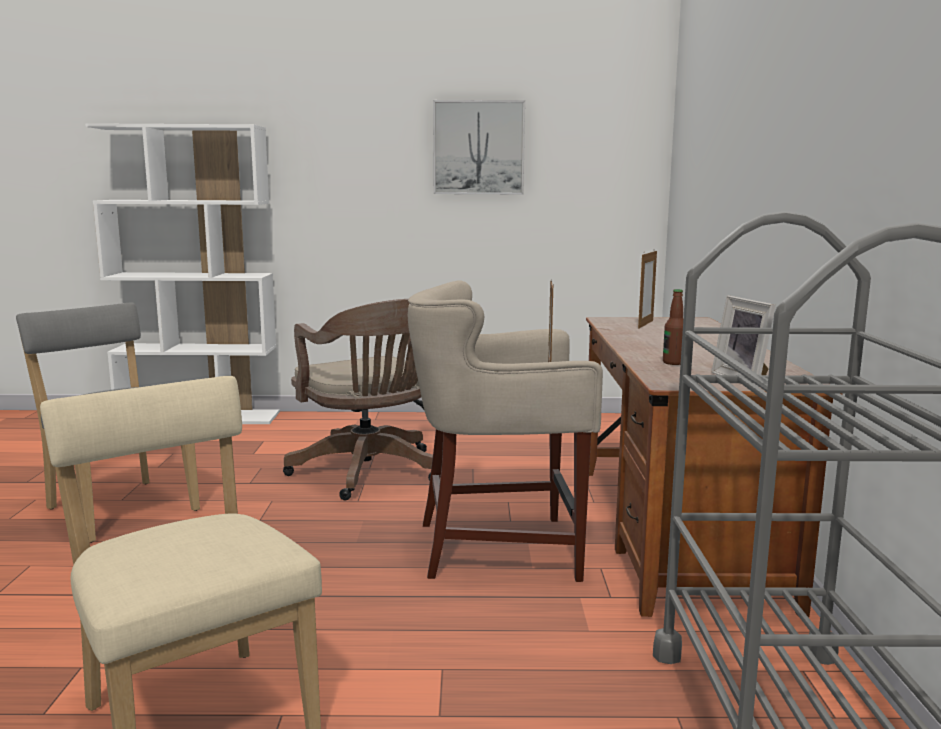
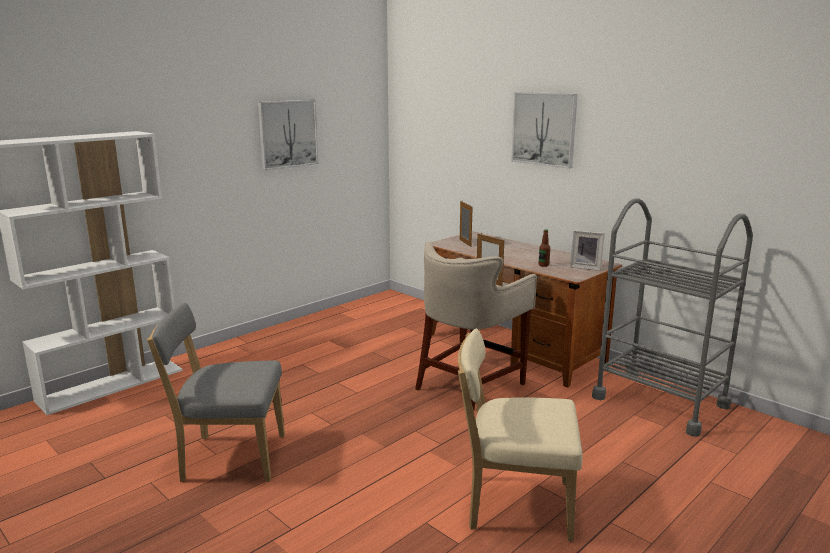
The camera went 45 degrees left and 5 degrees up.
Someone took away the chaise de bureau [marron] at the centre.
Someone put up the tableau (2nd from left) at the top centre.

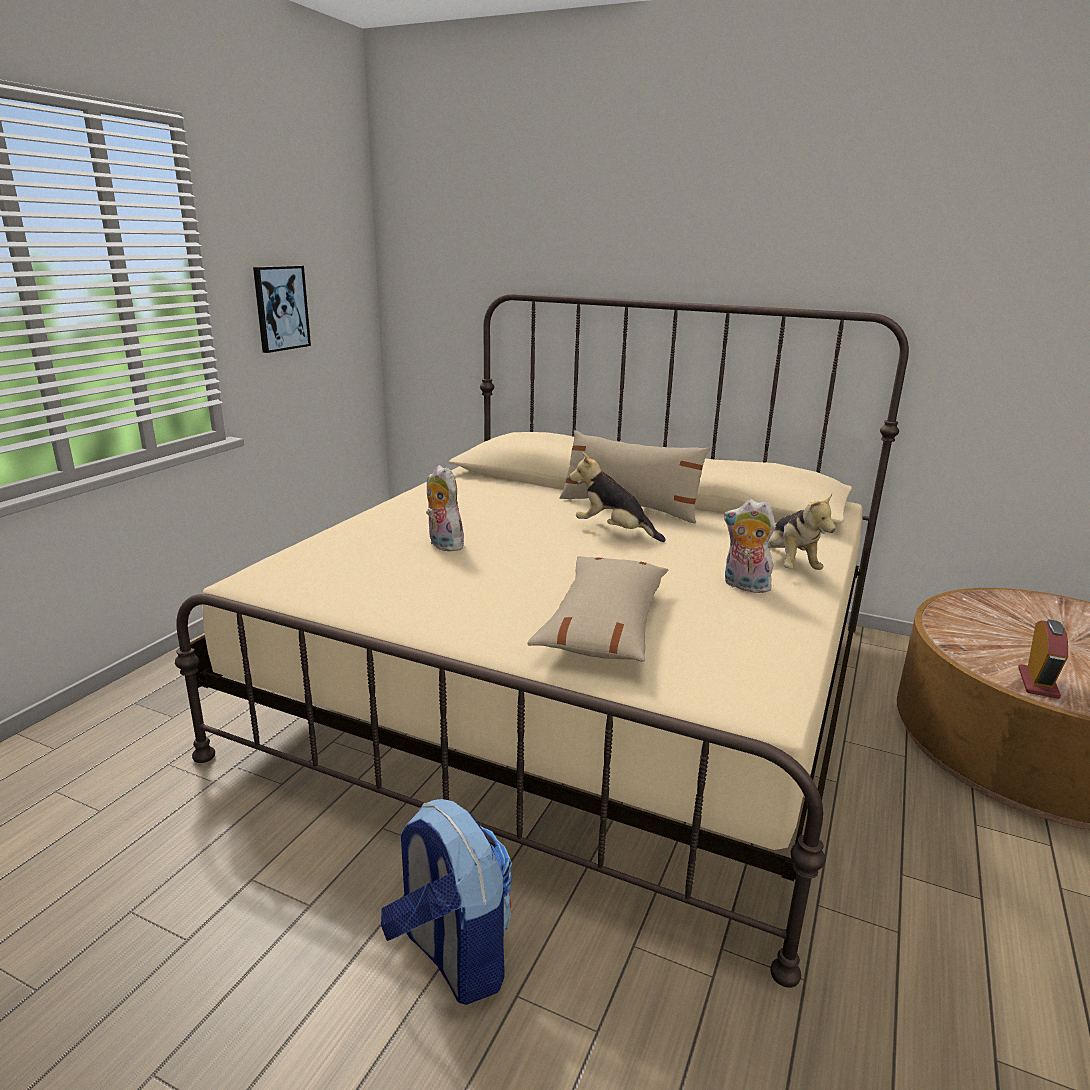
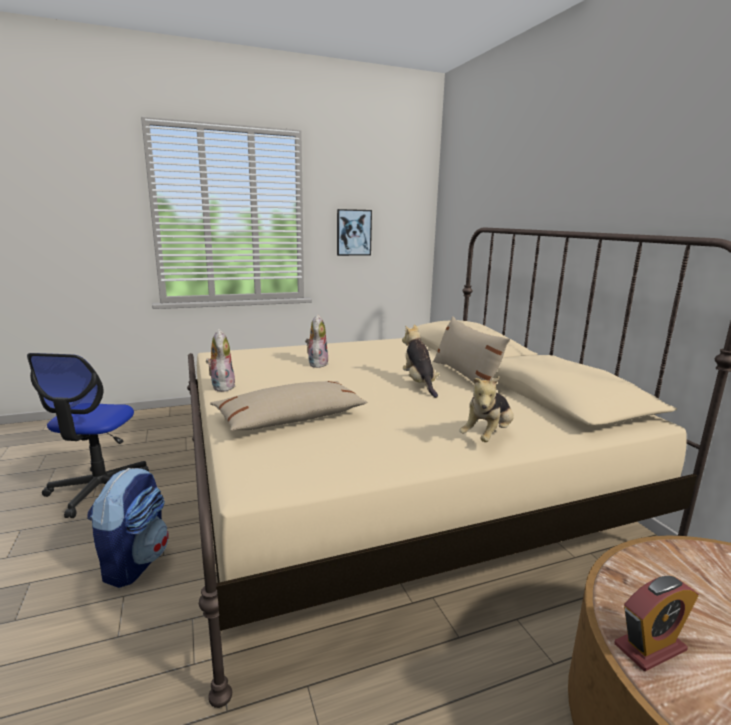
The camera went 45 degrees right and 5 degrees down.
Someone carried the peluche (3rd from left in the first image) from the middle right to the middle left.
Someone put down the chaise de bureau at the middle left.

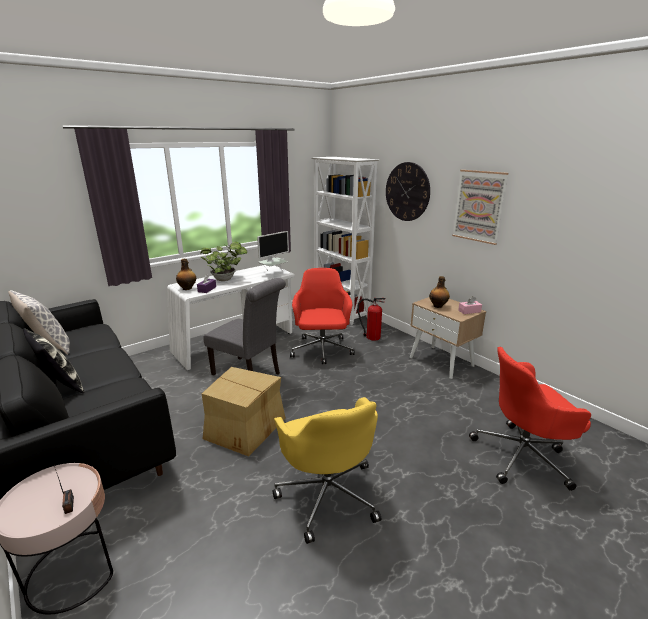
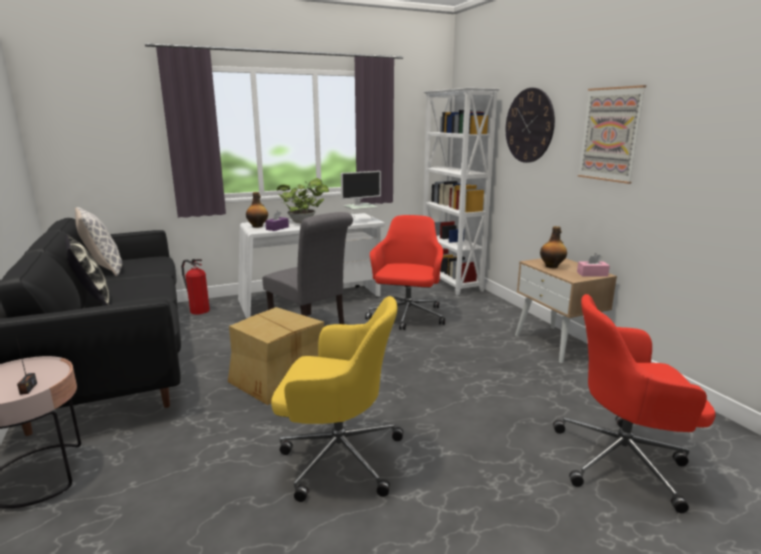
The camera went 15 degrees right and 5 degrees down.
Someone rotated the chaise de bureau [jaune] at the bottom centre by 75 degrees counterclockwise.
Someone carried the extincteur from the centre to the middle left.

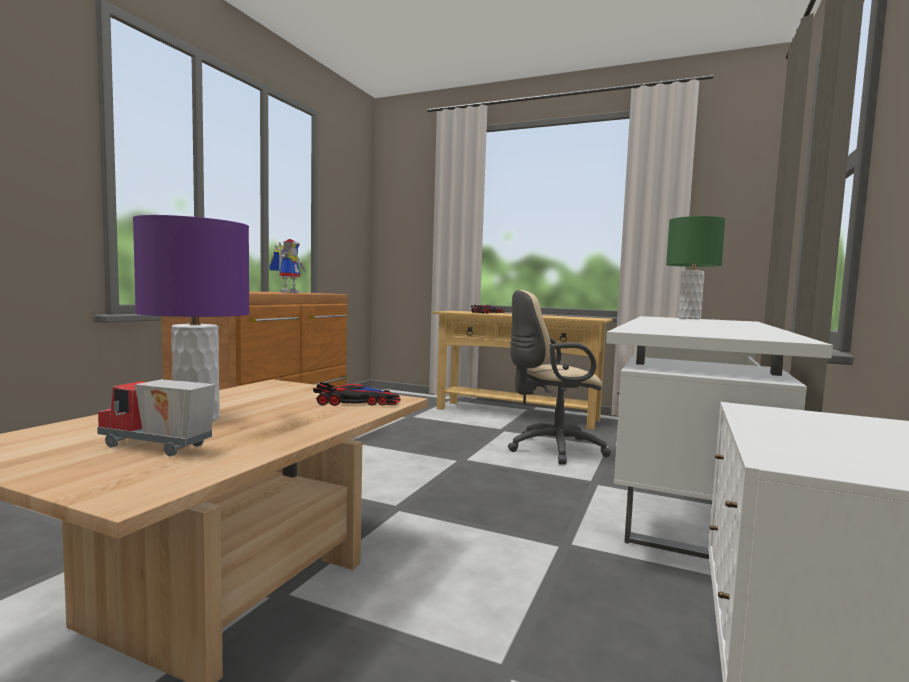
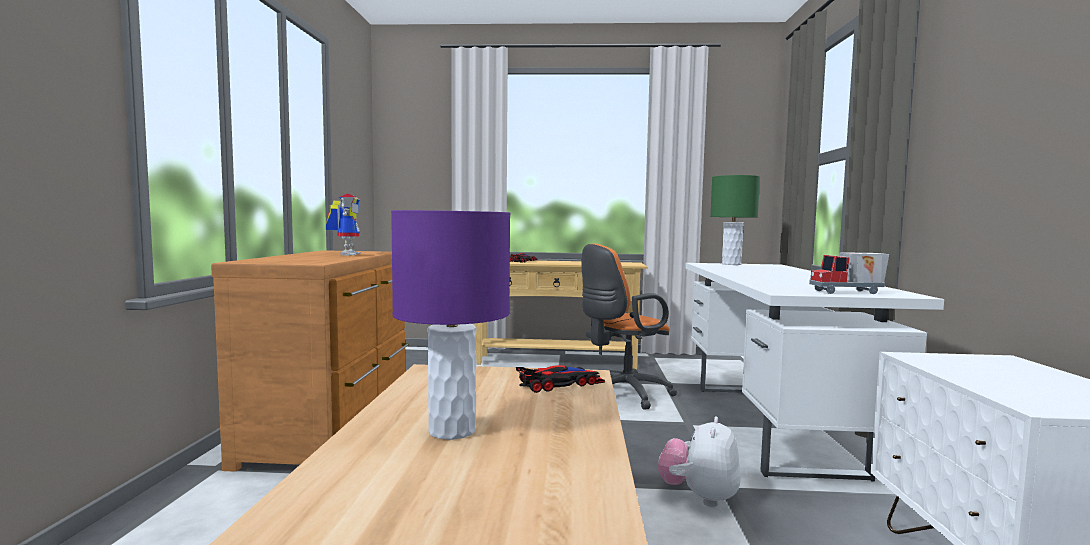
The camera went 20 degrees left and 0 degrees up.
Someone carried the camion jouet from the middle left to the middle right.
Someone repainted the chaise de bureau [beige] at the centre, which became the chaise de bureau [orange] at the centre.
Someone put down the peluche at the bottom centre.

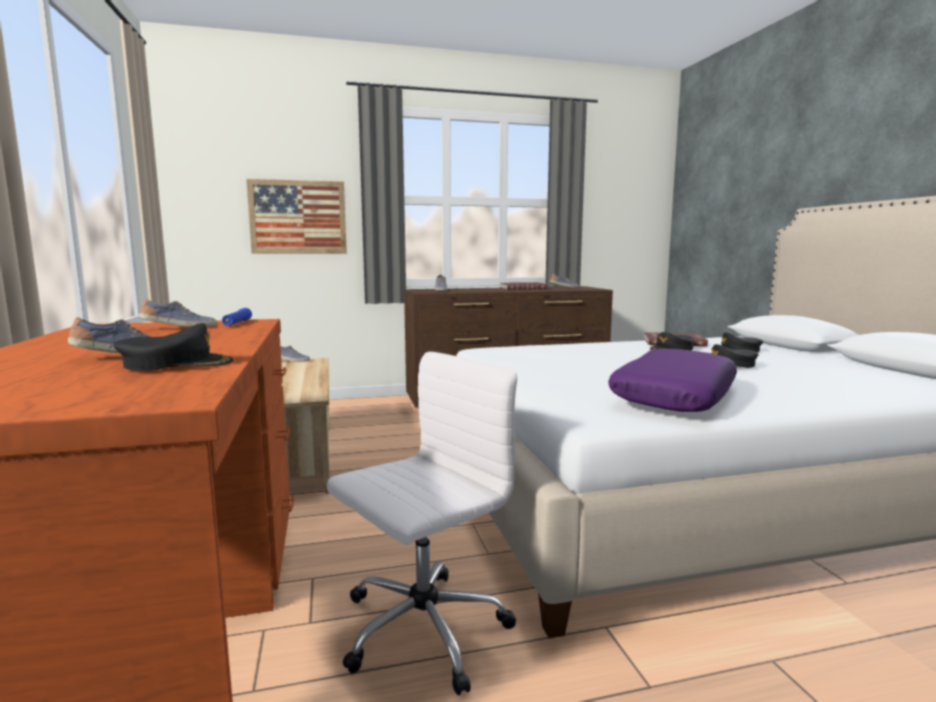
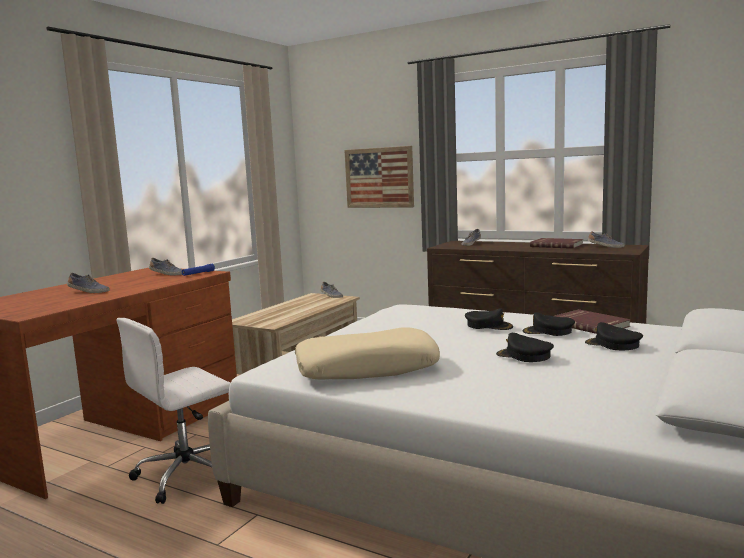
The camera went 45 degrees right and 0 degrees up.
Someone carried the casquette [noir] (1st from left) from the middle left to the centre.
Someone rotated the chaise de bureau [blanc] at the bottom centre by 135 degrees clockwise.
Someone repainted the coussin [violet] at the middle right, which became the coussin [beige] at the centre.

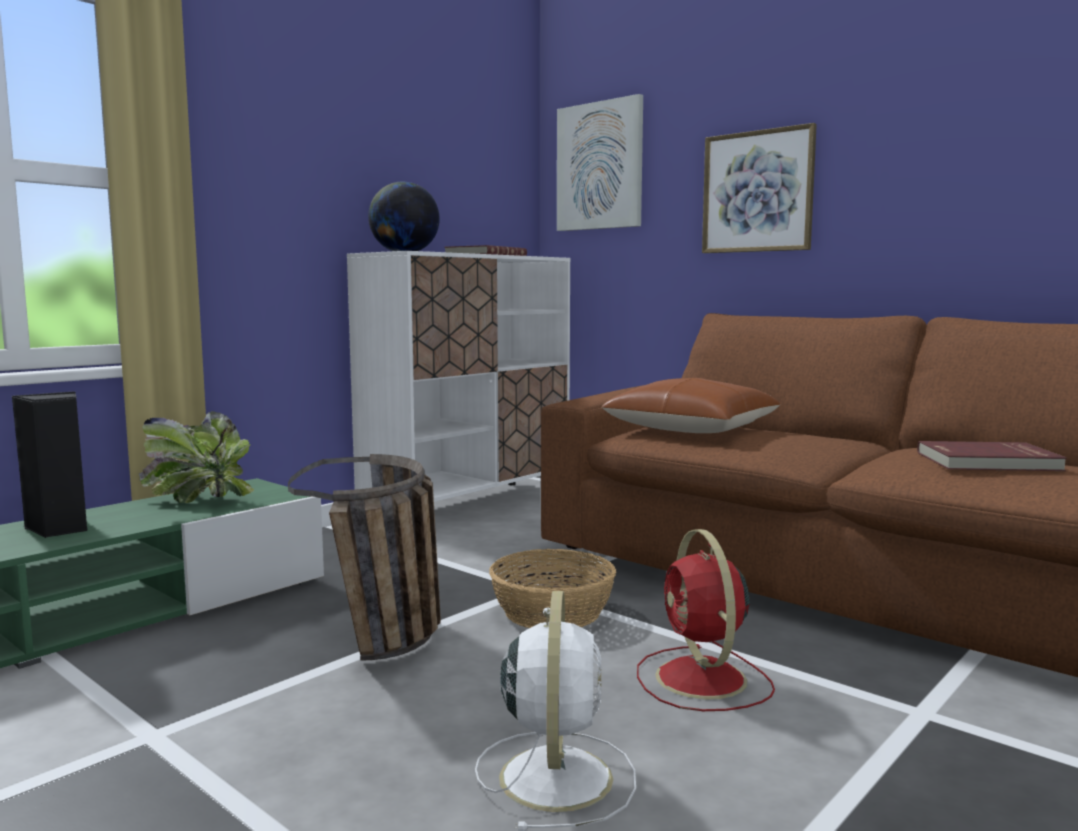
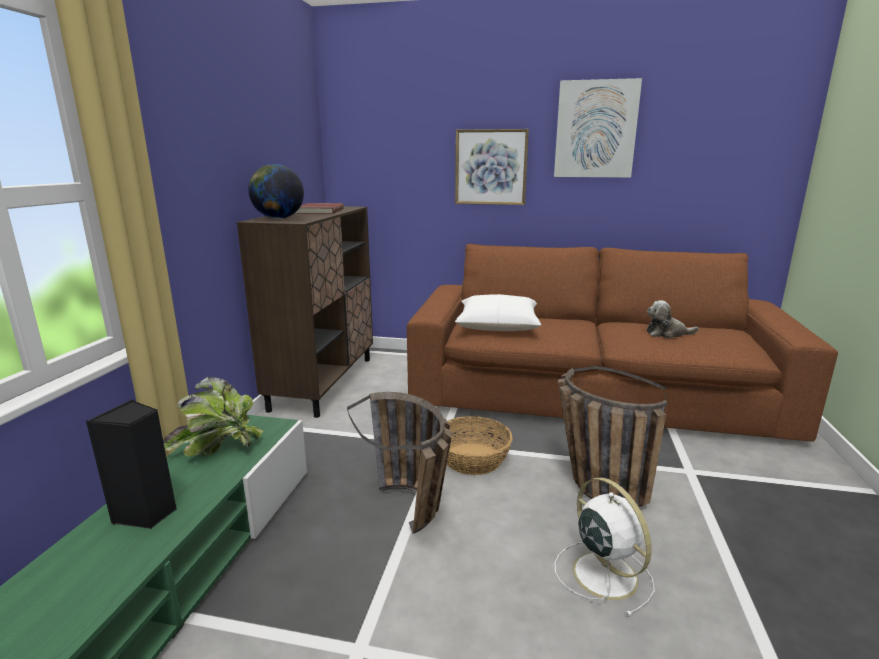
The camera went 30 degrees left and 10 degrees up.
Someone repainted the meuble de rangement [blanc] at the centre, which became the meuble de rangement [marron] at the centre.
Someone carried the tableau (1st from left in the first image) from the top centre to the top right.
Someone repainted the coussin [marron] at the centre, which became the coussin [blanc] at the centre.
Someone swapped the ventilateur [rouge] at the bottom centre for the panier (3rd from left) at the middle right.
Someone swapped the livre [rouge] (2nd from left) at the middle right for the peluche at the middle right.

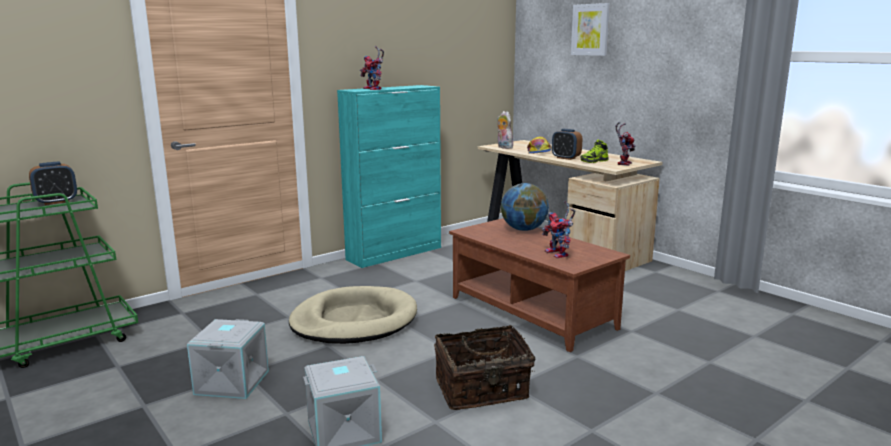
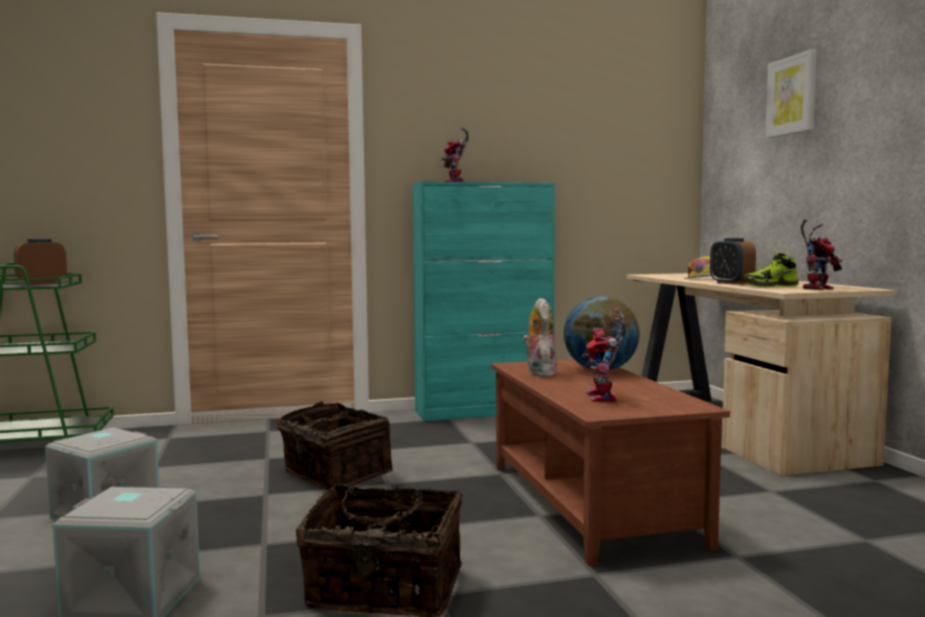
The camera went 25 degrees right and 10 degrees down.
Someone rotated the réveil (1st from left) at the middle left by 150 degrees clockwise.
Someone swapped the panier pour chien [beige] at the bottom centre for the panier (1st from left) at the bottom centre.
Someone carried the peluche from the top centre to the centre.

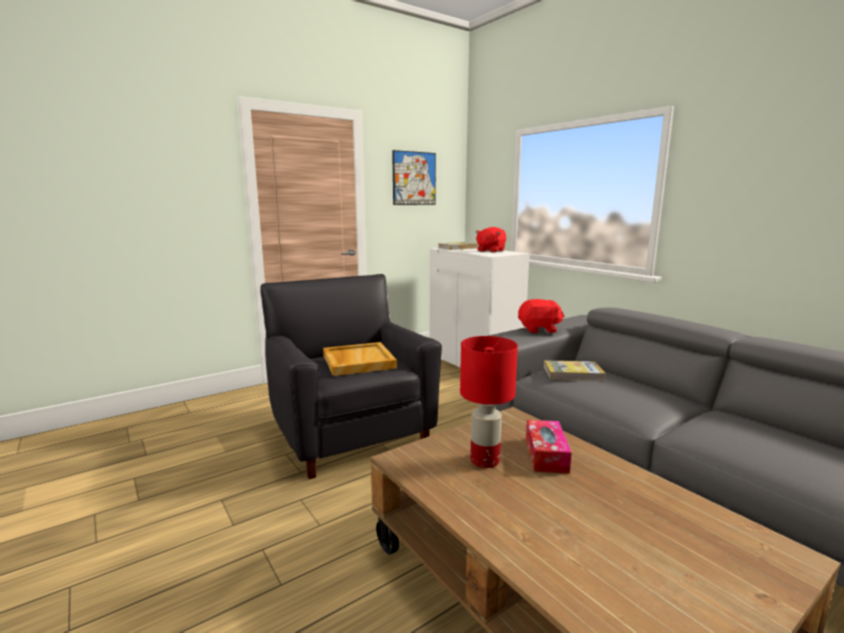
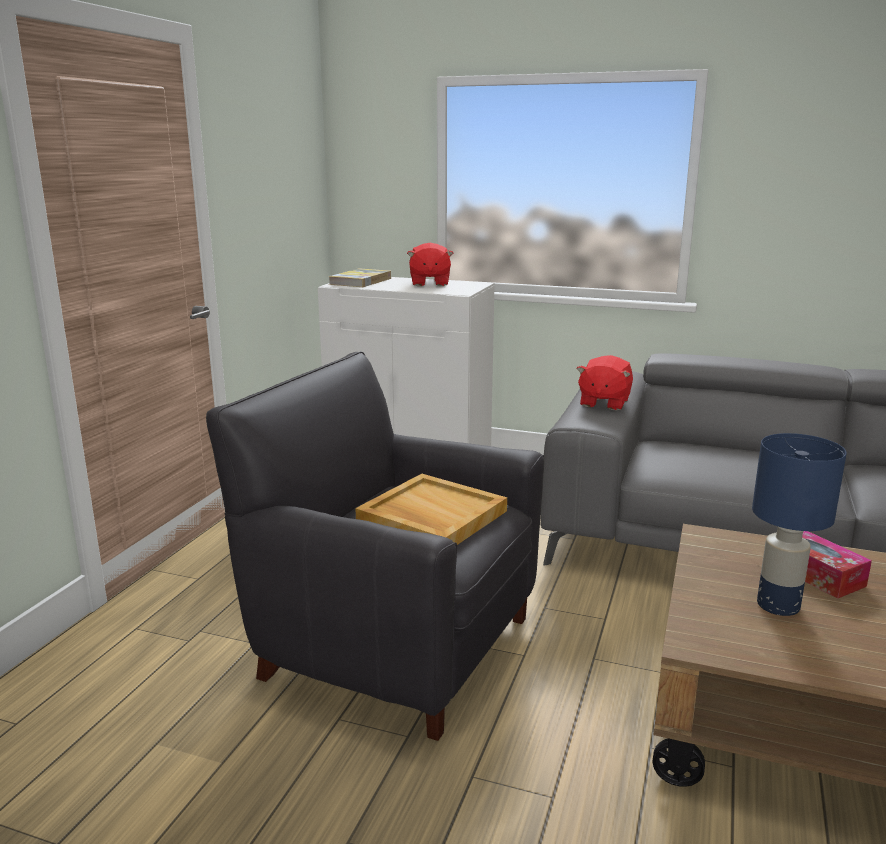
The camera went 35 degrees left and 5 degrees up.
Someone took away the tableau at the top centre.
Someone repainted the lampe de table [rouge] at the centre, which became the lampe de table [bleu] at the middle right.
Someone rotated the peluche [rouge] (2nd from left) at the centre by 150 degrees clockwise.
Someone took away the livre (2nd from left) at the middle right.

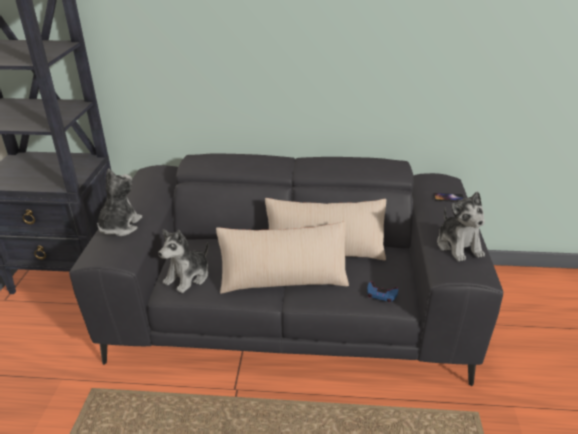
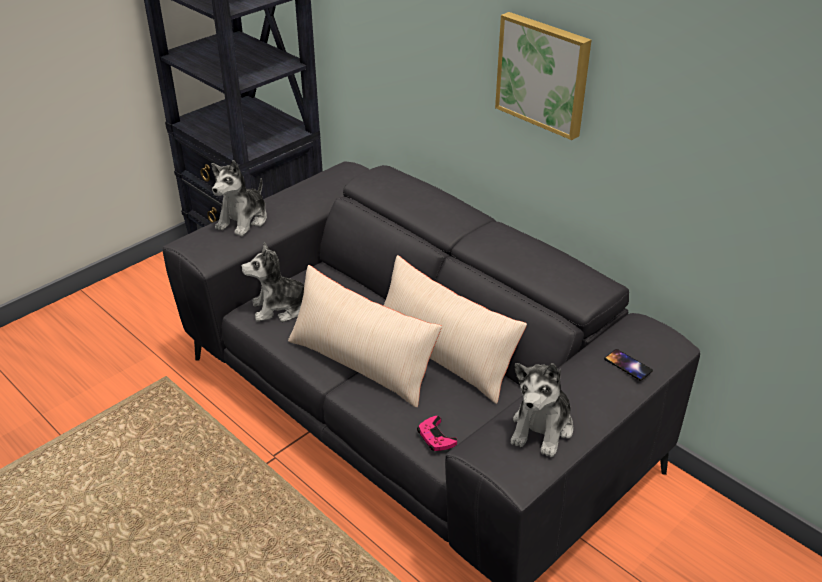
The camera went 40 degrees right and 5 degrees up.
Someone rotated the peluche (1st from left) at the middle left by 150 degrees clockwise.
Someone repainted the manette [bleu] at the bottom centre, which became the manette [rose] at the bottom centre.
Someone put up the tableau at the top centre.

